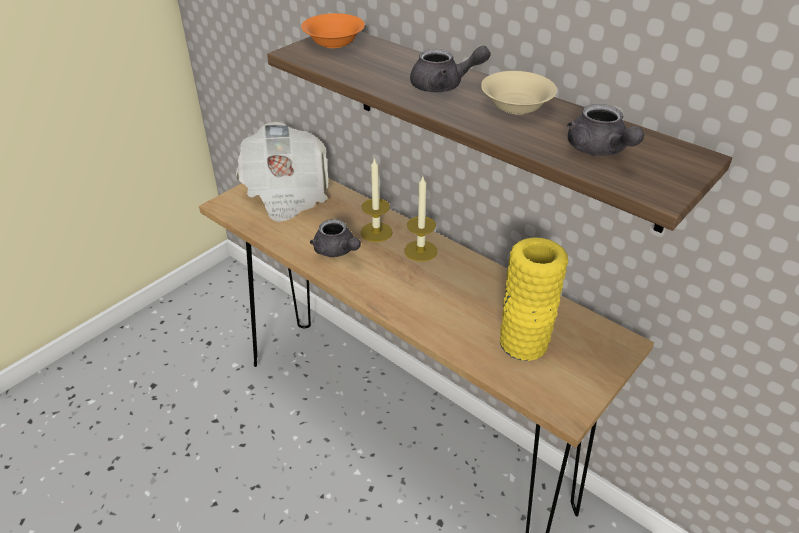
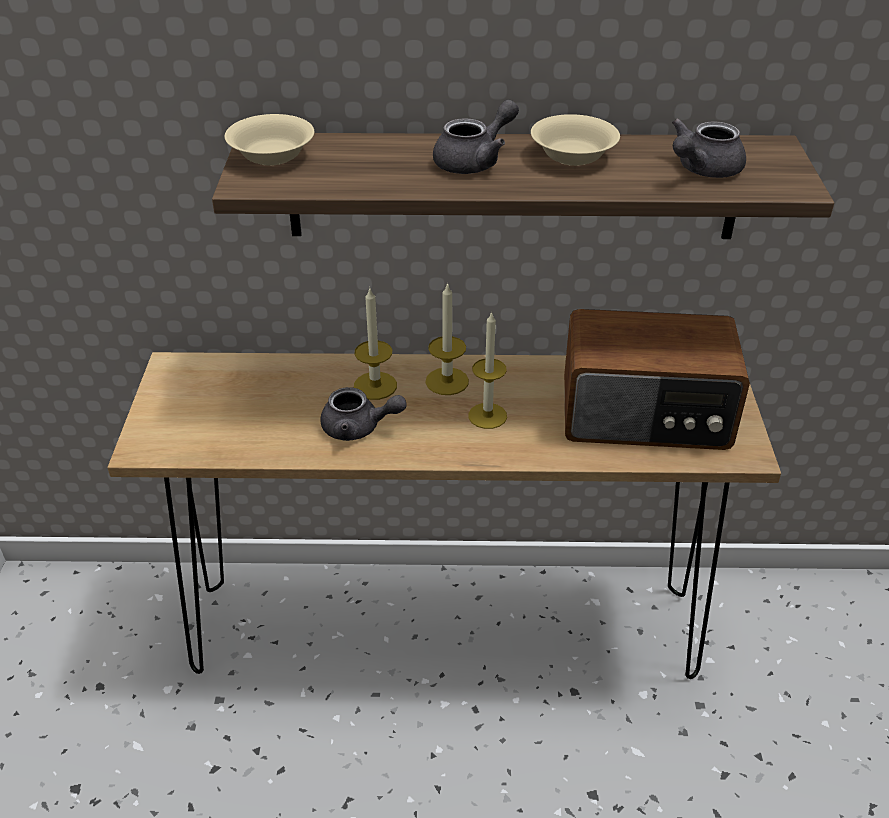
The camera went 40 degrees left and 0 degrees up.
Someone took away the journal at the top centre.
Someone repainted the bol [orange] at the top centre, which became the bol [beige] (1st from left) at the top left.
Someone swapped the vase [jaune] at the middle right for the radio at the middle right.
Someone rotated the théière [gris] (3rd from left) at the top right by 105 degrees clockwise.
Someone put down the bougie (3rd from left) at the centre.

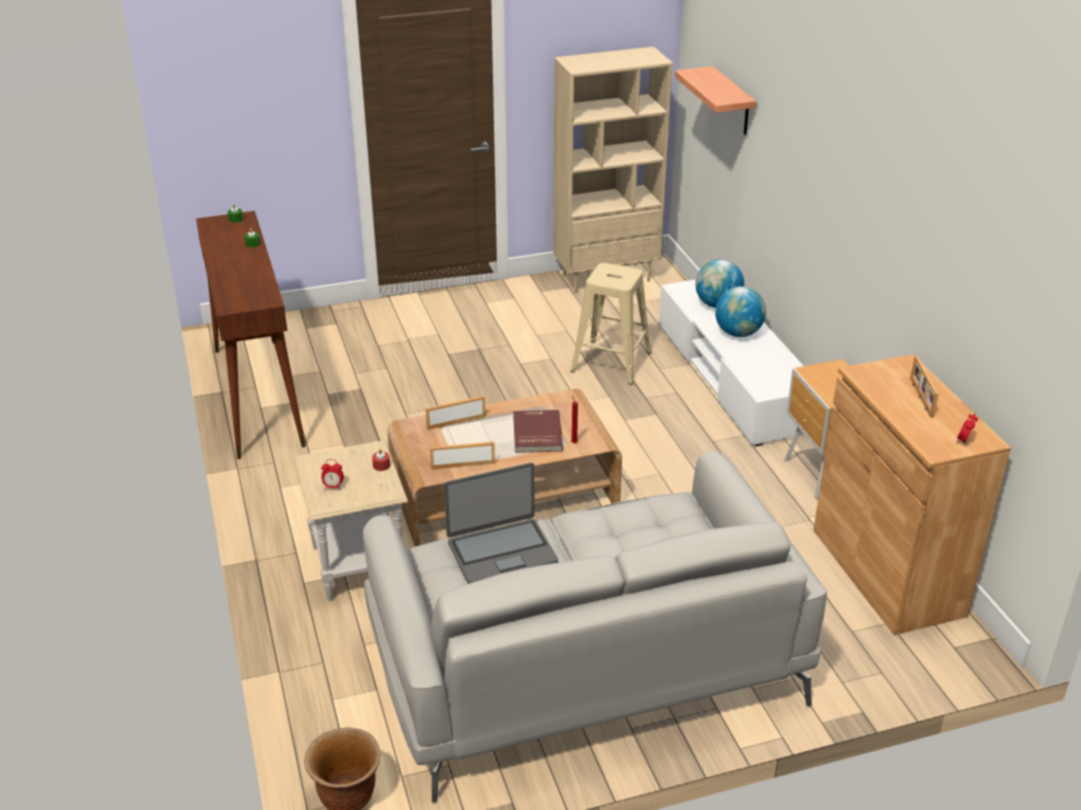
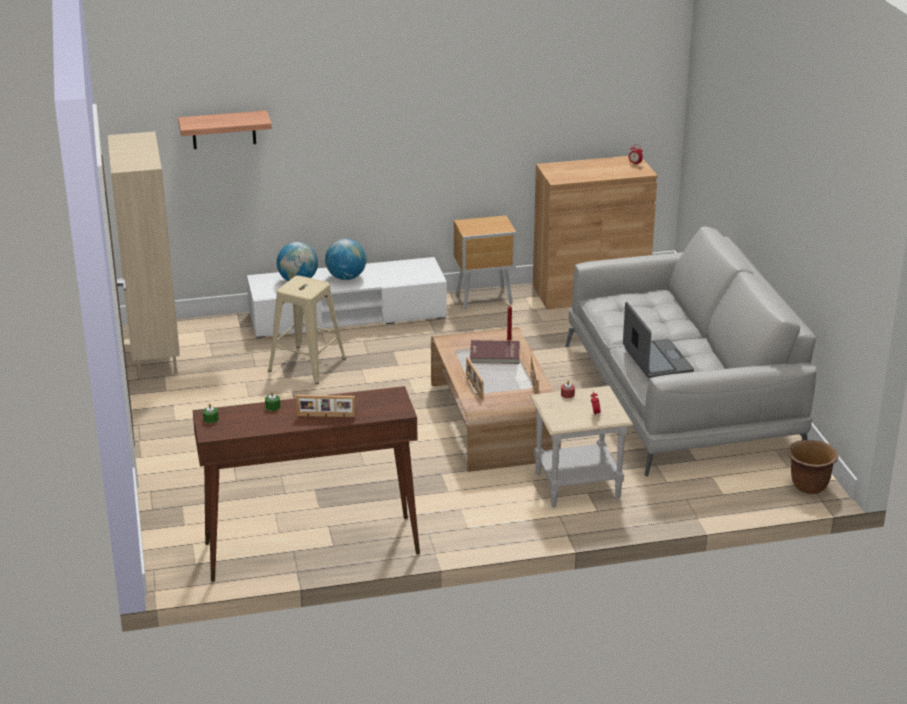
The camera went 85 degrees left and 5 degrees down.
Someone carried the cadre photo (3rd from left in the first image) from the middle right to the centre.

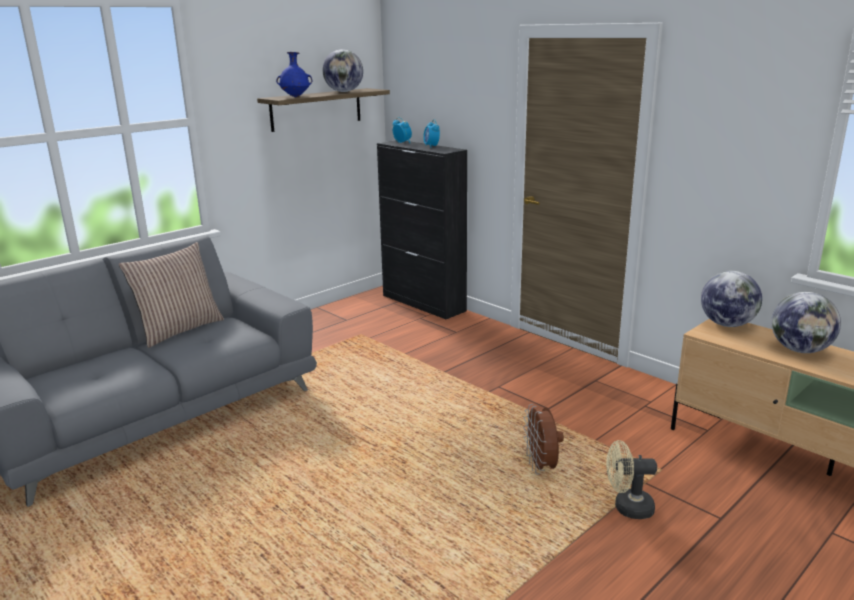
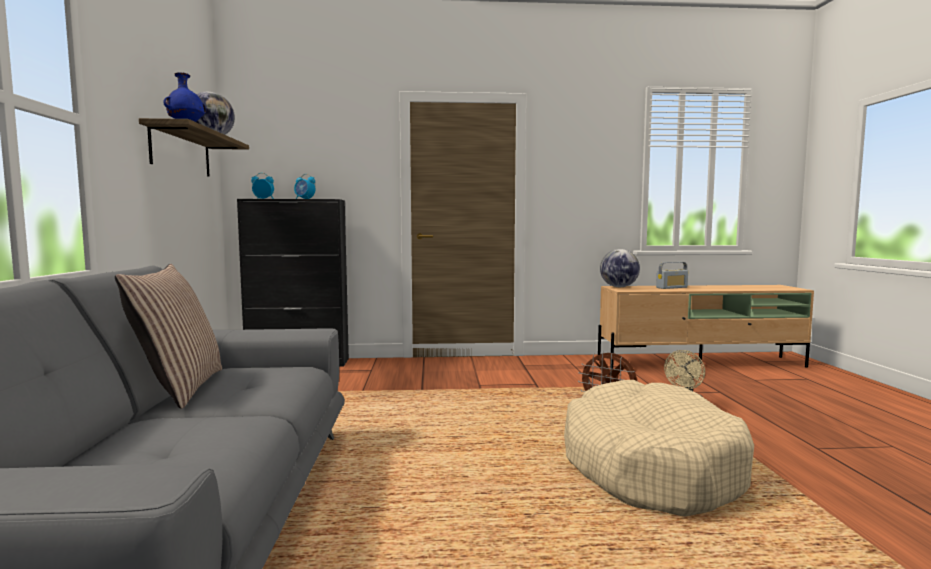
The camera went 50 degrees left and 15 degrees down.
Someone swapped the globe (3rd from left) at the middle right for the radio at the middle right.
Someone put down the panier pour chien [beige] at the bottom right.

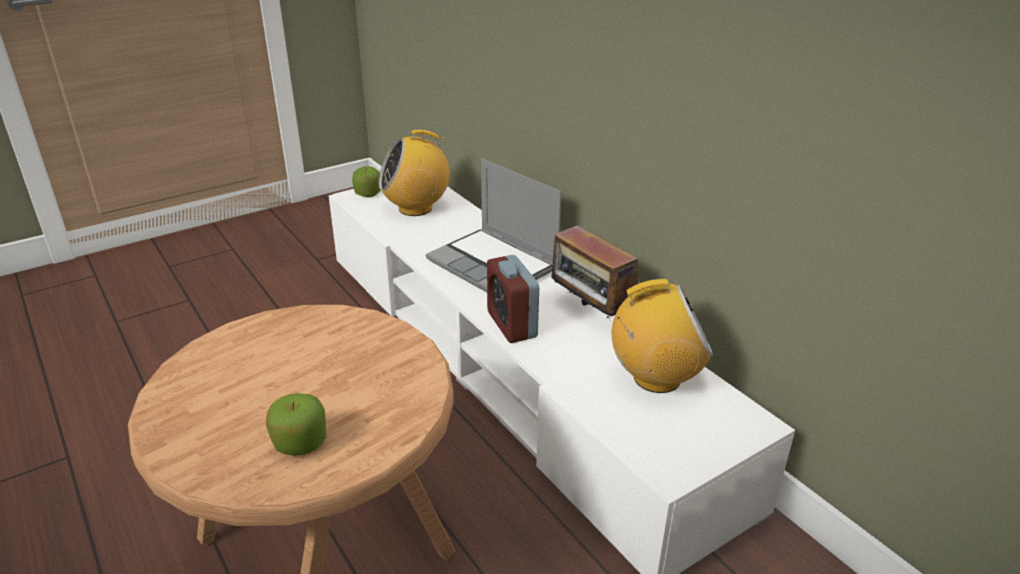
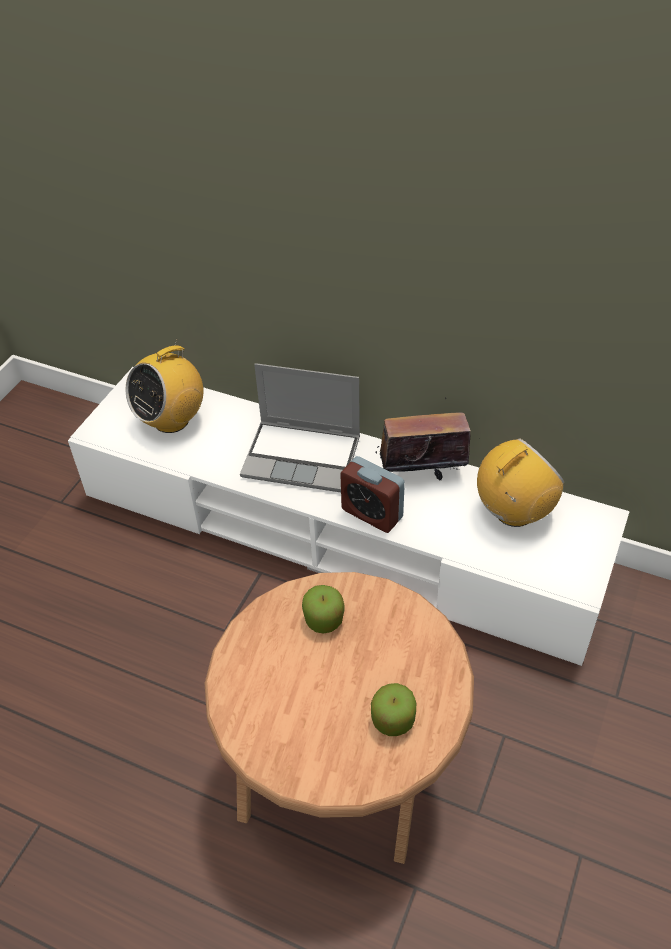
The camera went 30 degrees left and 15 degrees up.
Someone carried the pomme (2nd from left in the first image) from the top centre to the centre.
Someone rotated the radio (2nd from left) at the centre by 150 degrees clockwise.

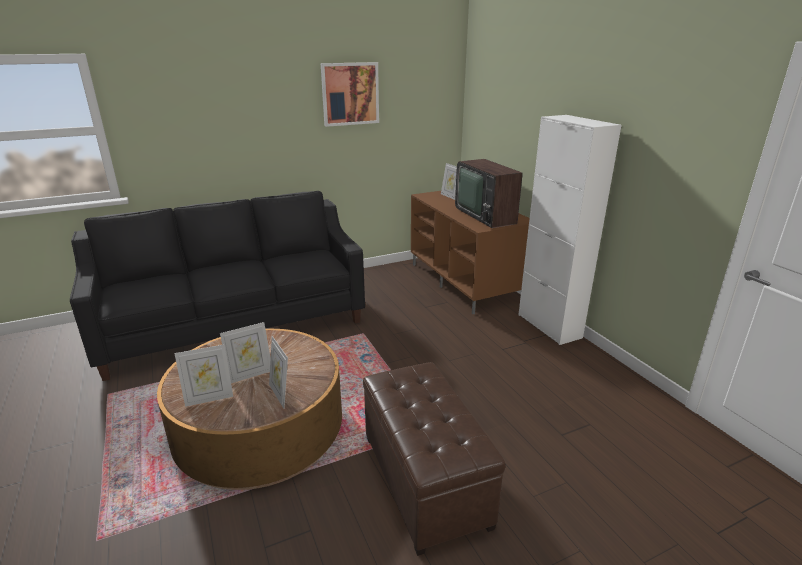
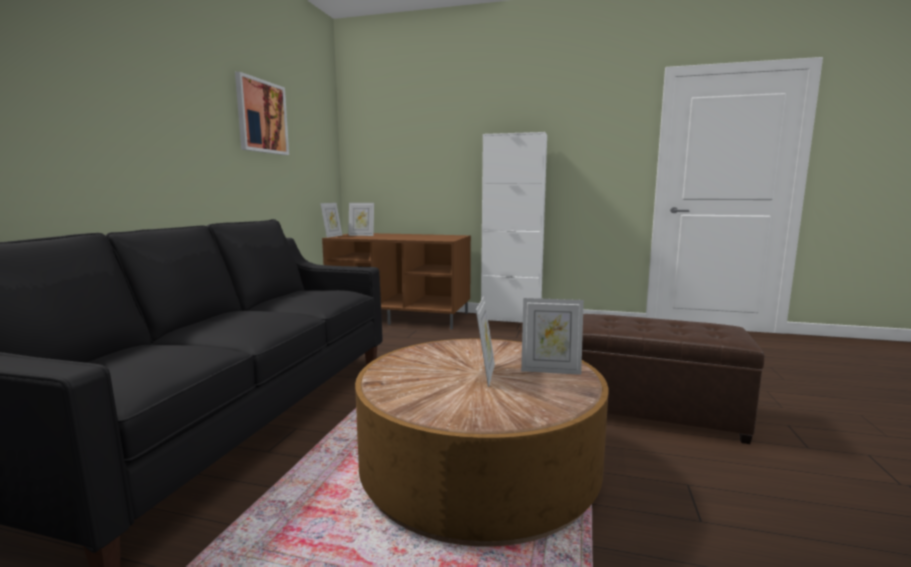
The camera went 50 degrees left and 15 degrees down.
Someone carried the cadre photo (1st from left) from the middle left to the centre.
Someone took away the téléviseur at the centre.

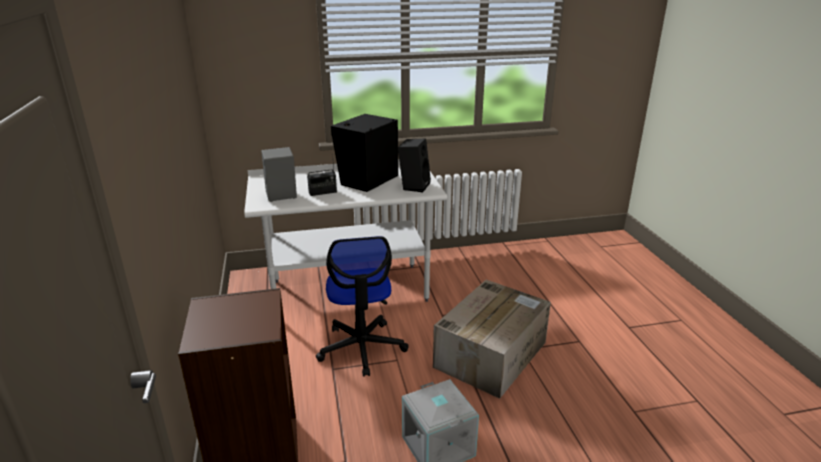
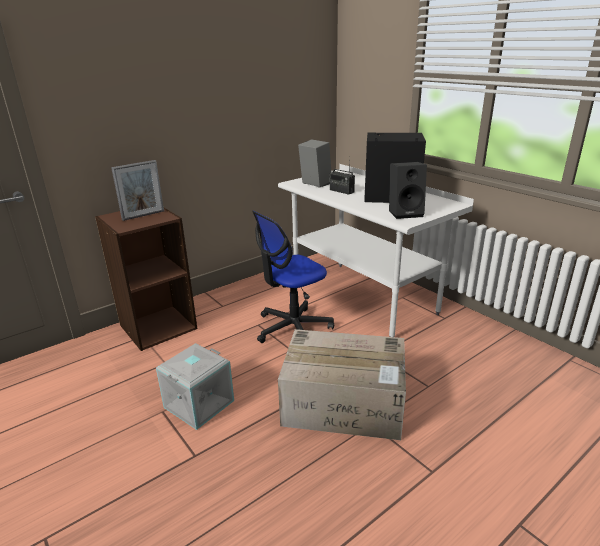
The camera went 65 degrees right and 0 degrees up.
Someone put down the cadre photo at the middle left.

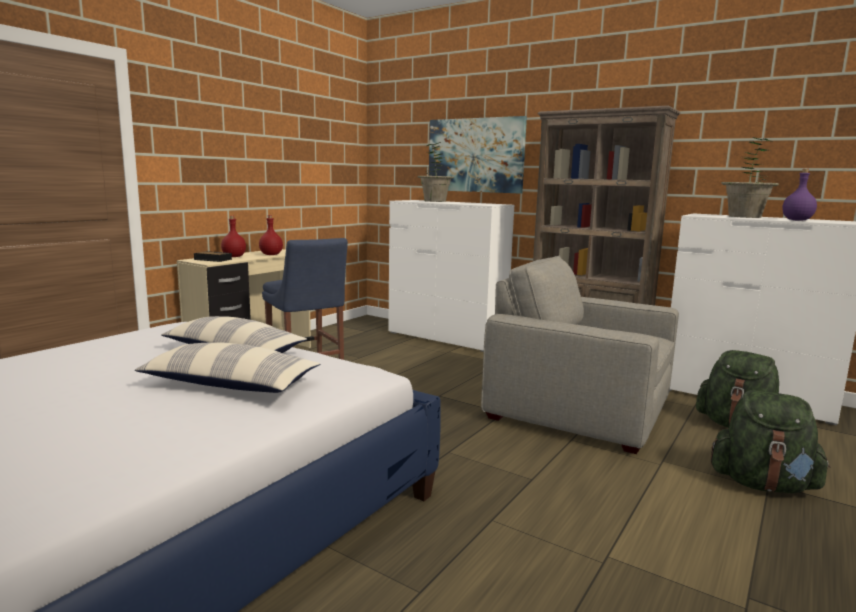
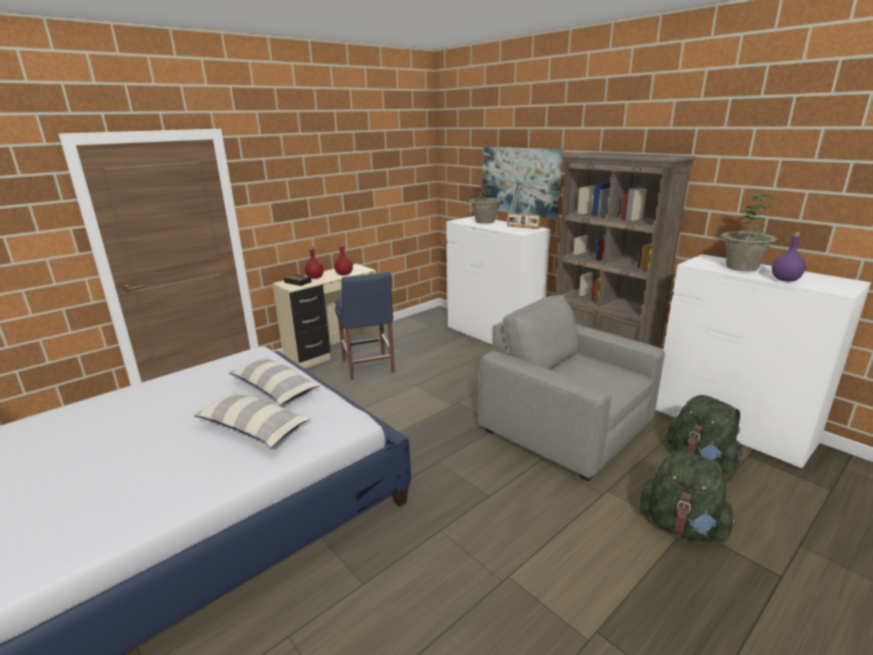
The camera went 15 degrees right and 10 degrees up.
Someone put down the cadre photo at the centre.

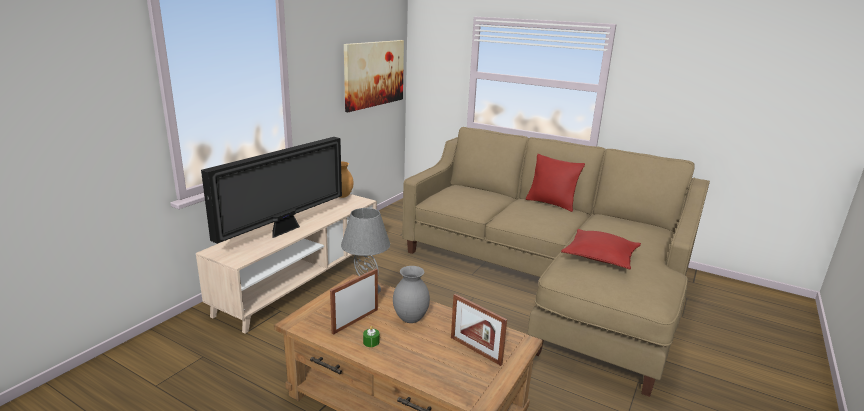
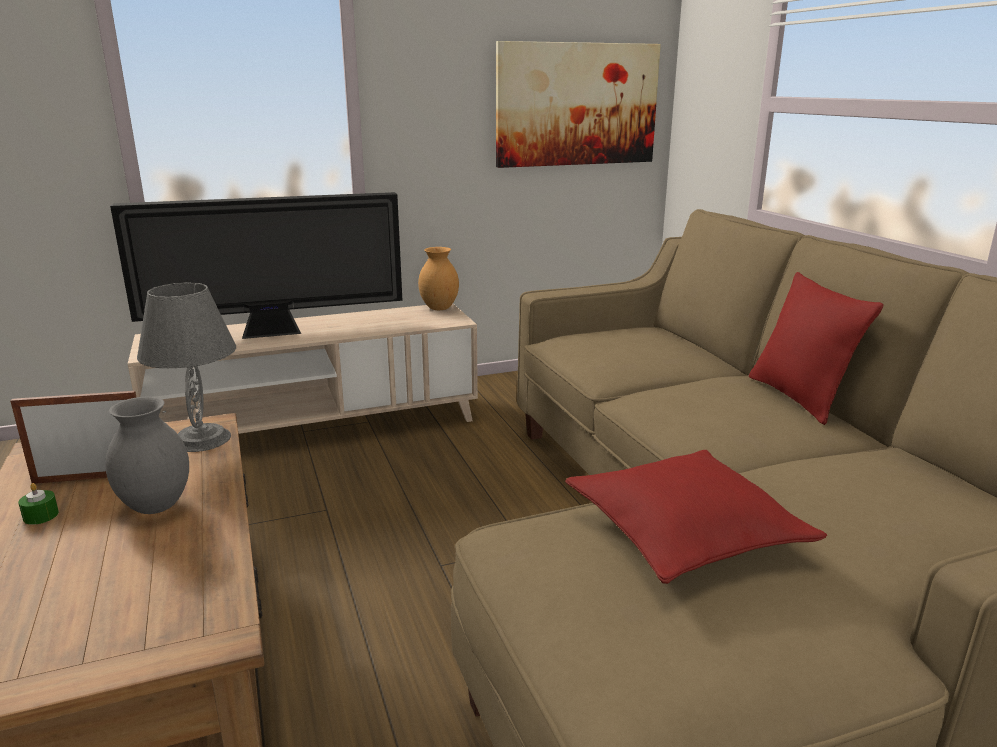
The camera went 40 degrees right and 0 degrees up.
Someone took away the cadre photo (2nd from left) at the bottom centre.

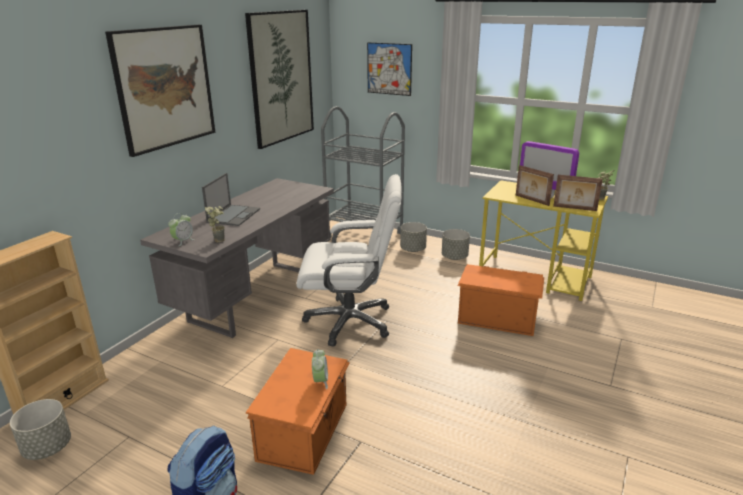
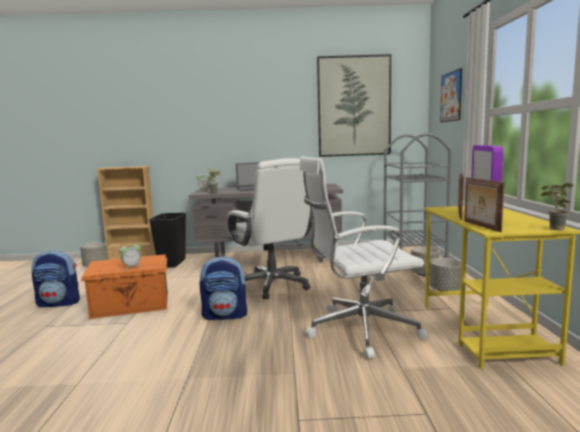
The camera went 60 degrees right and 15 degrees down.
Someone took away the tableau (1st from left) at the top left.
Someone swapped the boîte de rangement [orange] (2nd from left) at the middle right for the chaise de bureau [blanc] (2nd from left) at the centre.
Someone put down the poubelle [noir] at the middle left.
Someone put down the sac à dos (2nd from left) at the bottom centre.

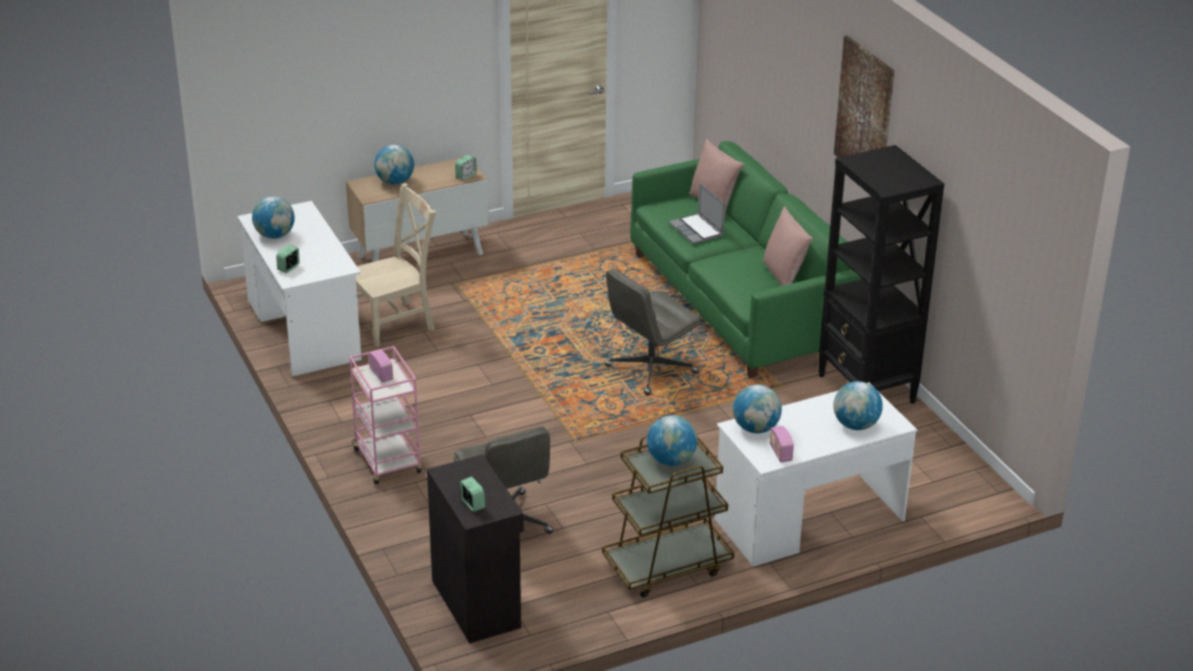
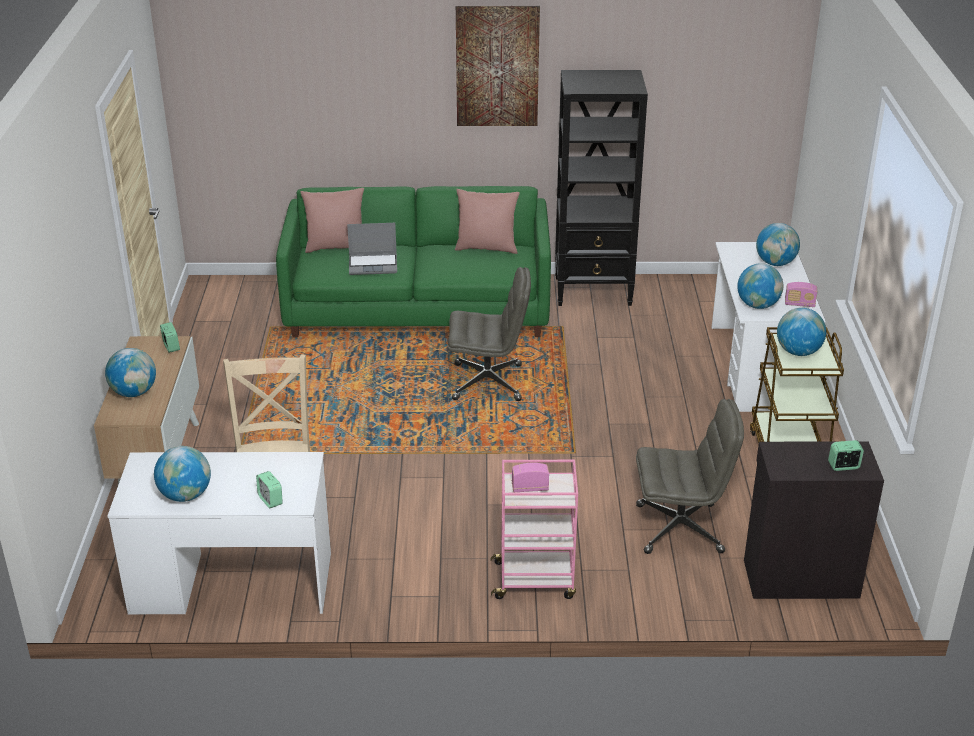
The camera went 65 degrees left and 0 degrees up.
Someone rotated the chaise de bureau [gris] (2nd from left in the first image) at the centre by 75 degrees counterclockwise.

